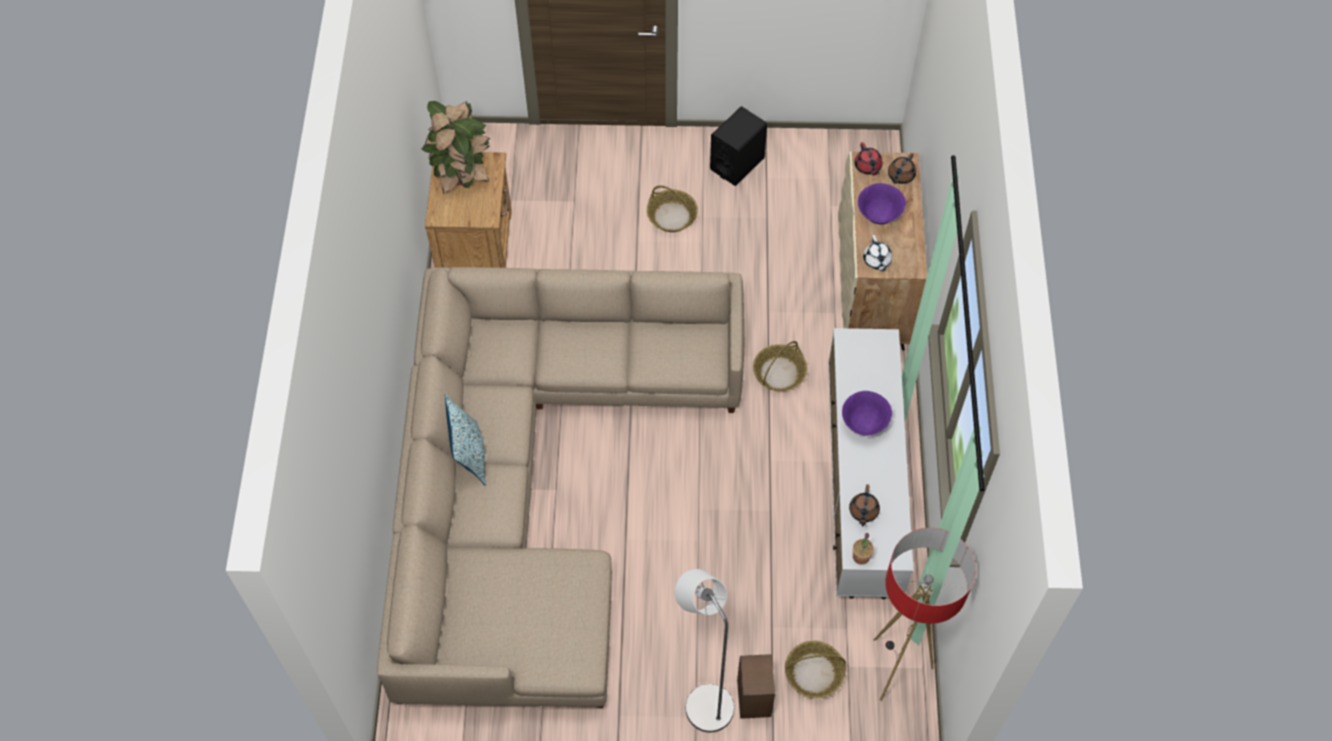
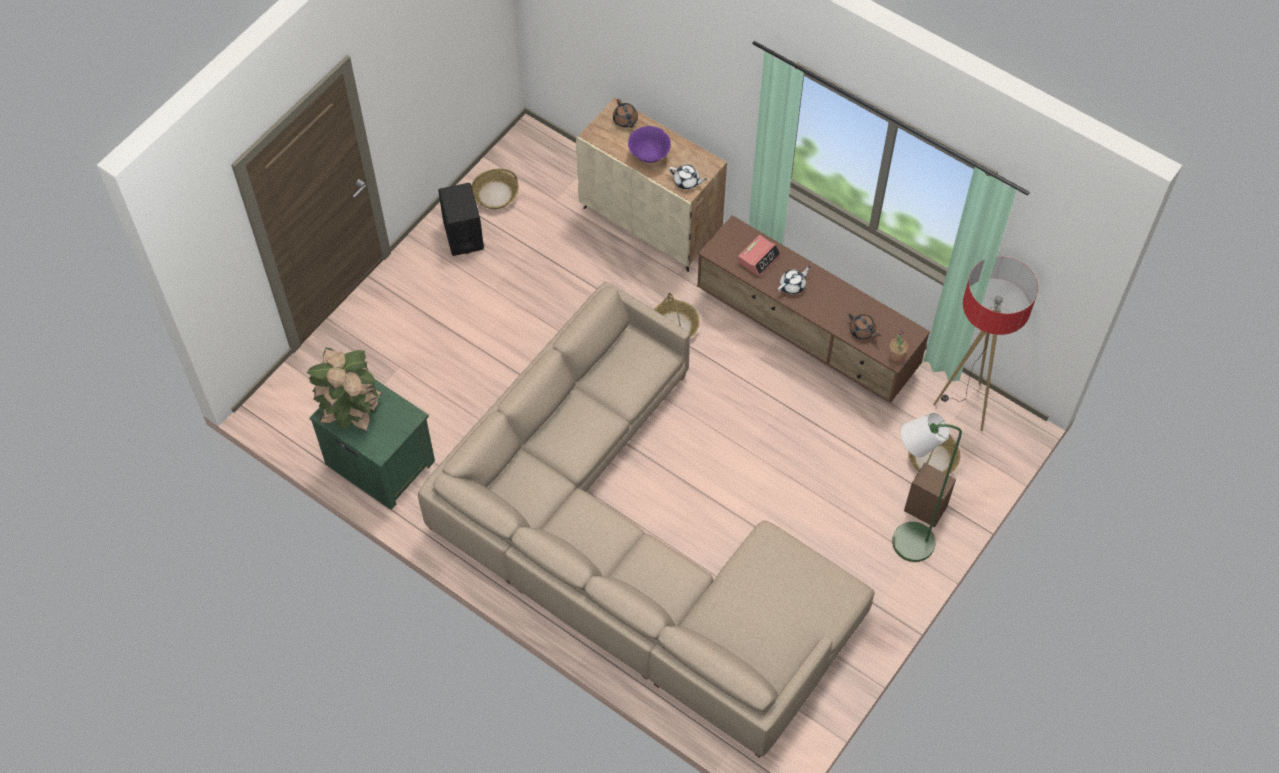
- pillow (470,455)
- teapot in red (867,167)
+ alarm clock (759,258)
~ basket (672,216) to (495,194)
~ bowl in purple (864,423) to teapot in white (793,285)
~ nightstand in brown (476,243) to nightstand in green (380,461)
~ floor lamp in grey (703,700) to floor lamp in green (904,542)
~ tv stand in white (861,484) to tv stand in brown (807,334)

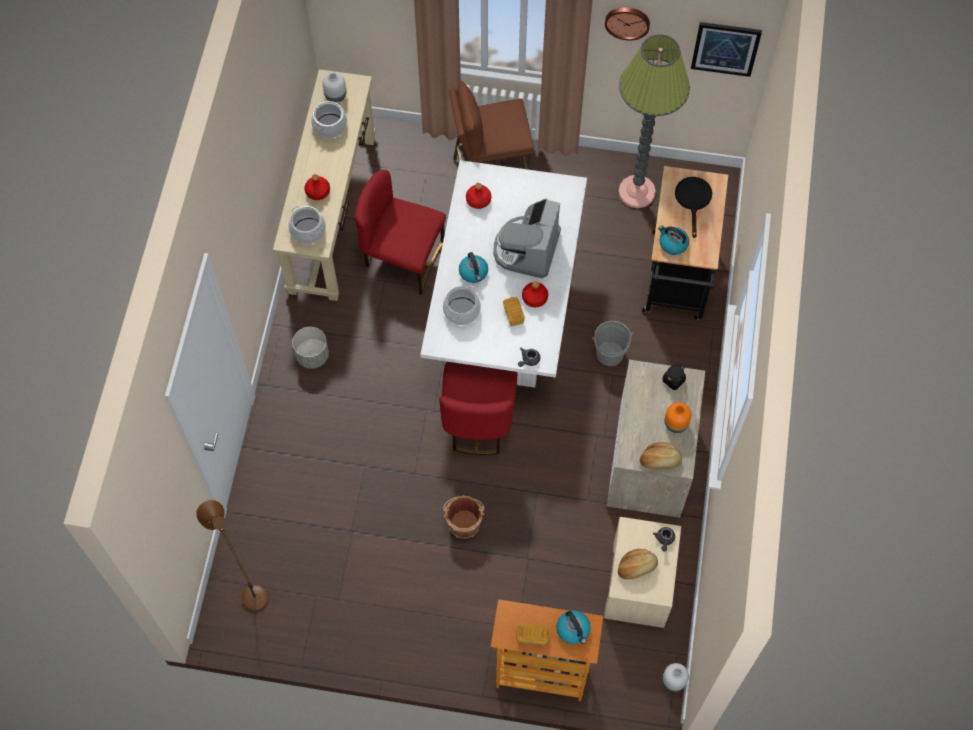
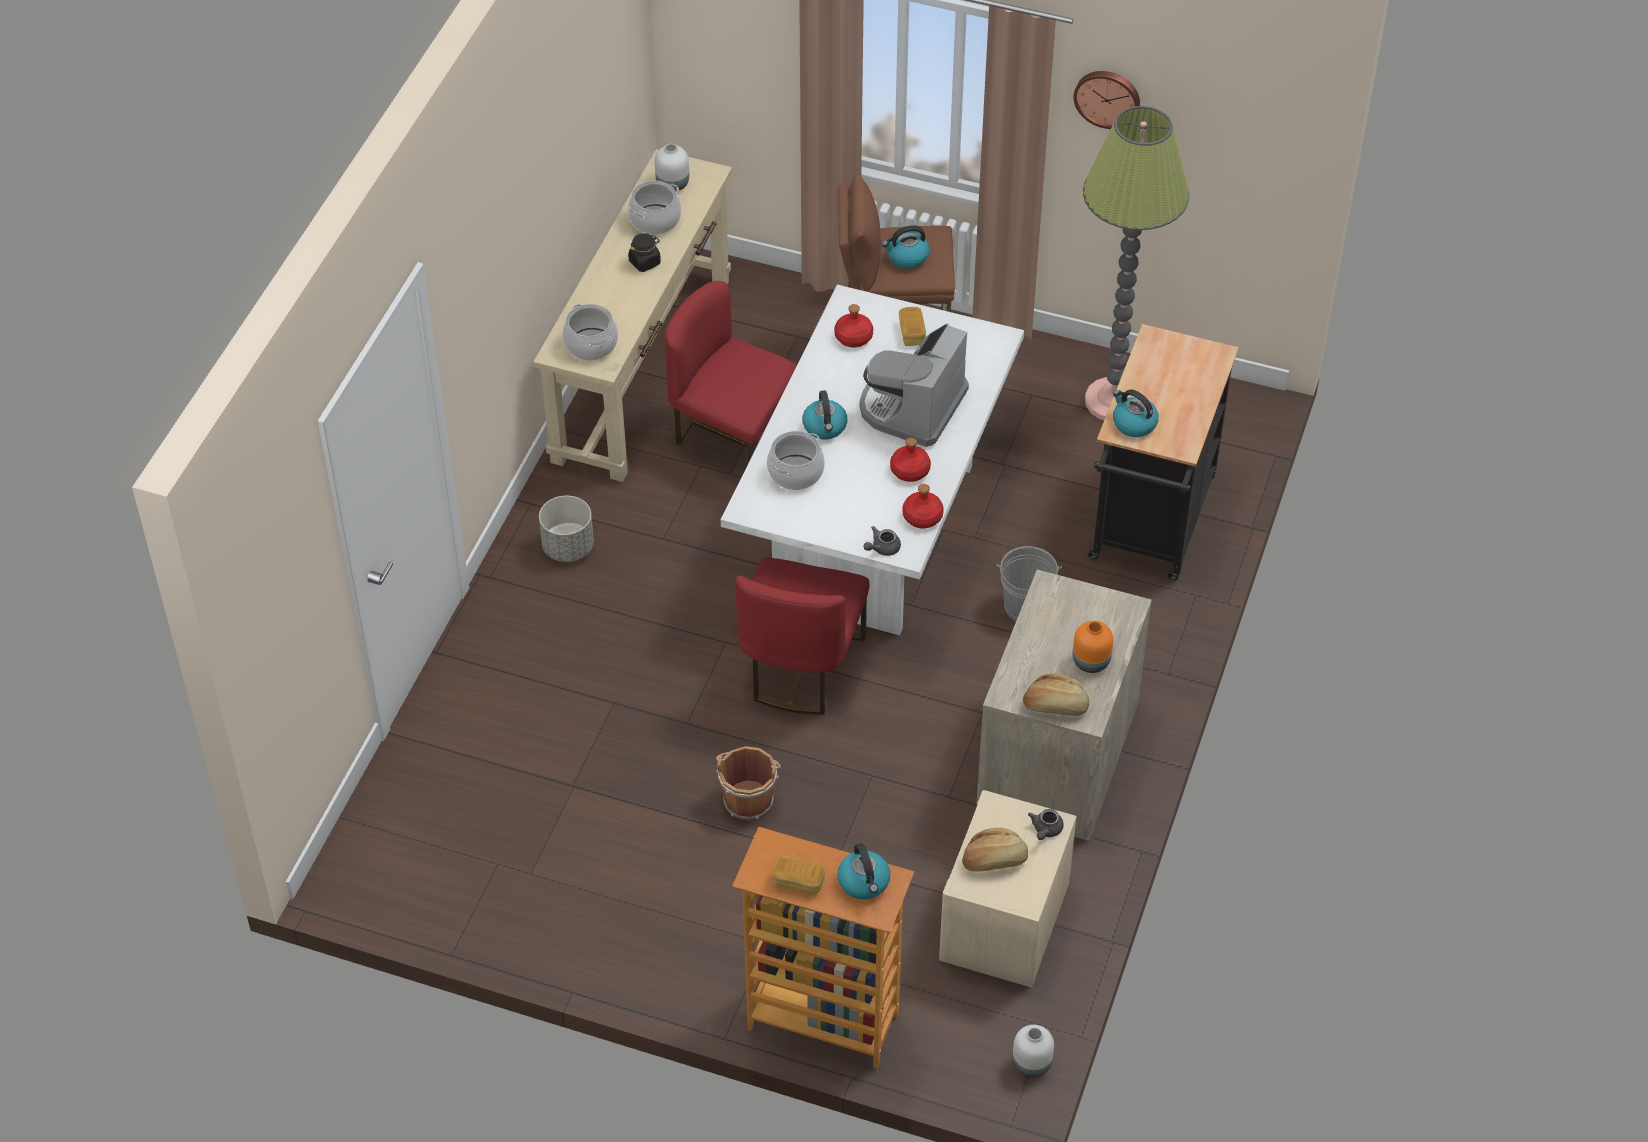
- floor lamp in brown (249,590)
- frying pan in black (693,200)
- picture (725,48)
+ kettle (907,257)
~ bottle in red (318,192) to (923,517)
~ bread (513,315) to (912,333)
~ jar in black (673,380) to (645,262)

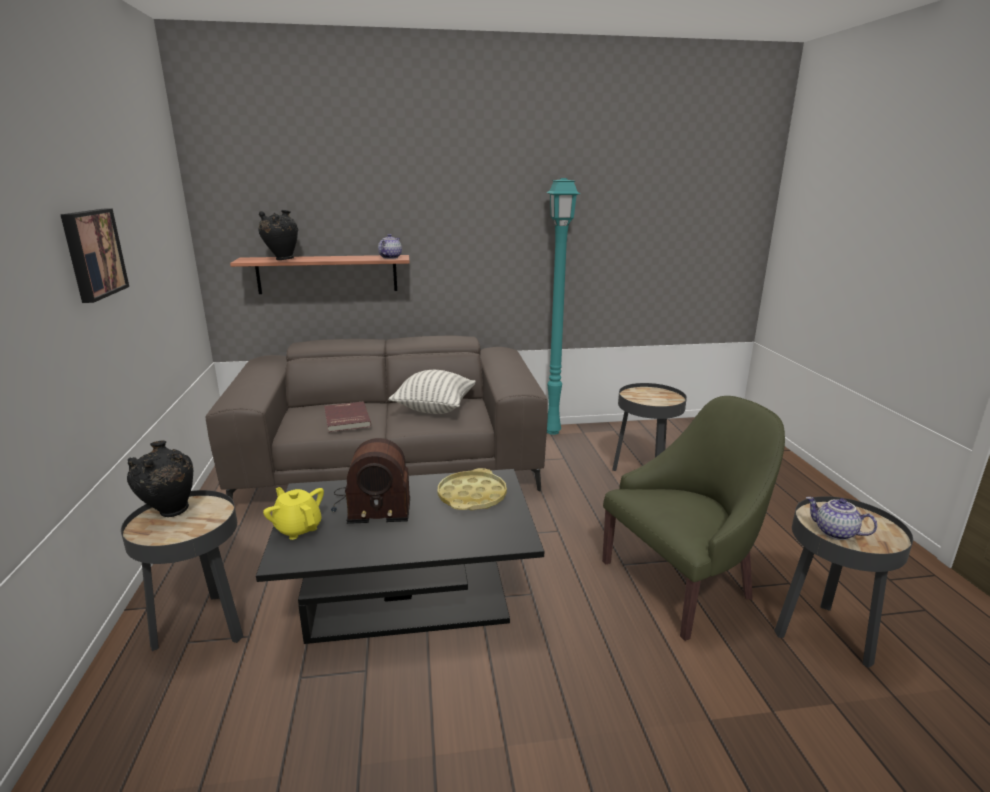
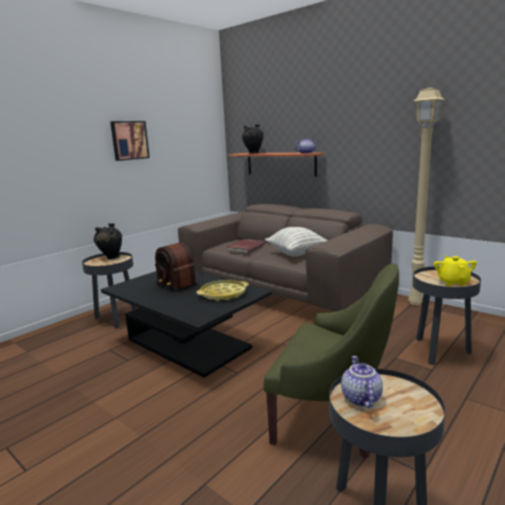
~ teapot in yellow (298,528) to (453,282)
~ floor lamp in turquoise (553,431) to floor lamp in beige (416,303)

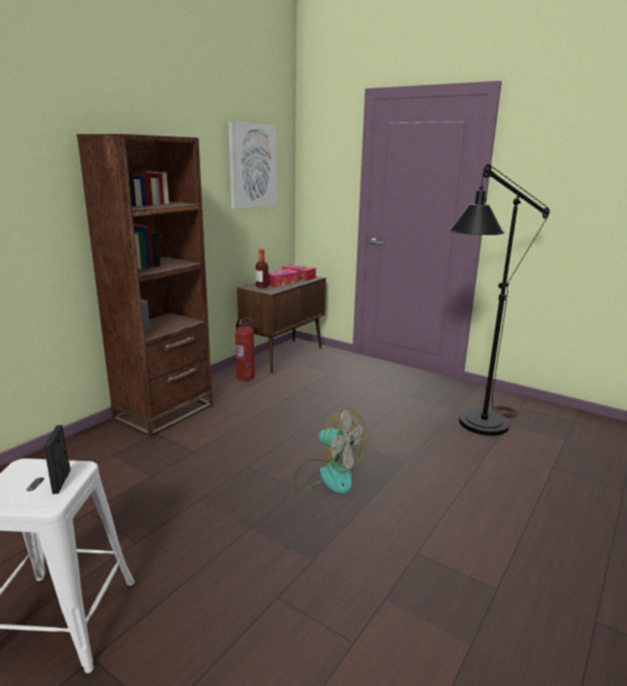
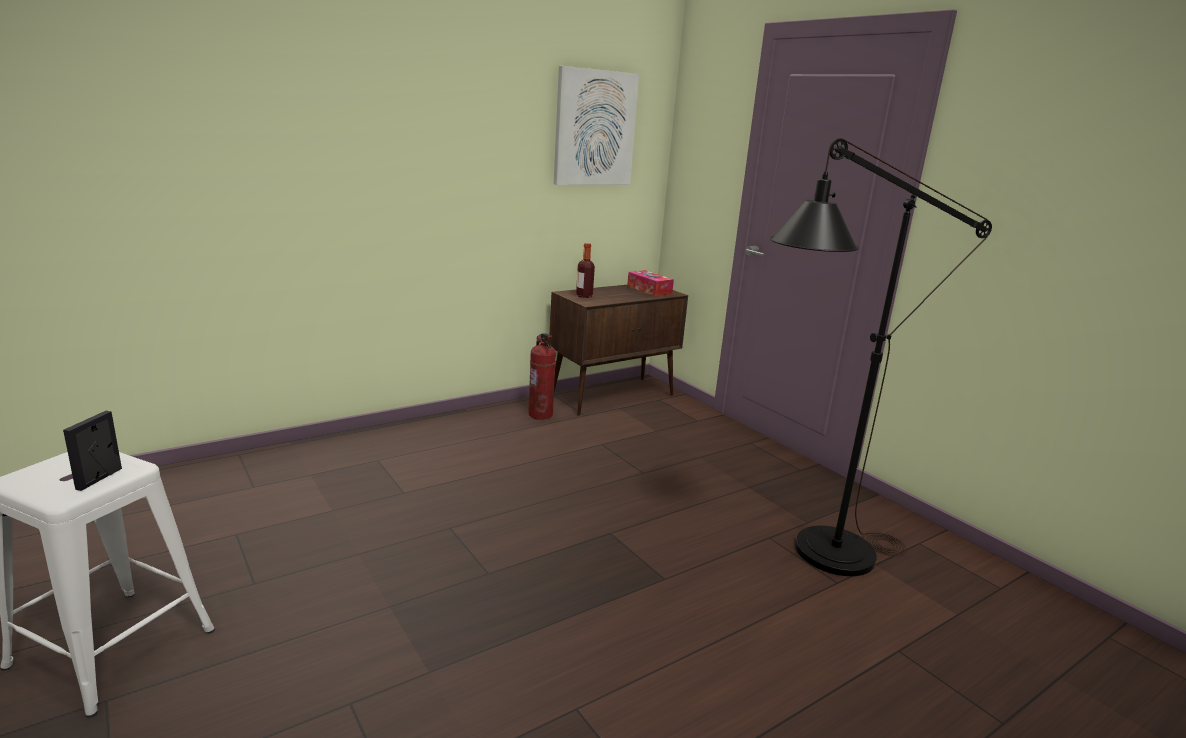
- bookcase in brown (164,412)
- tissue box (281,283)
- fan (327,475)

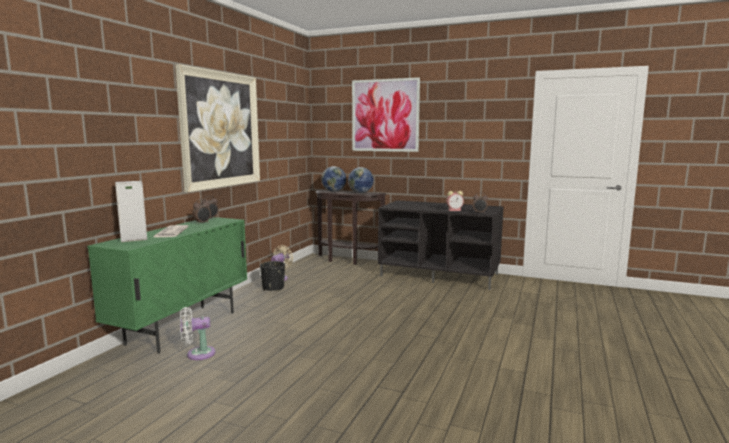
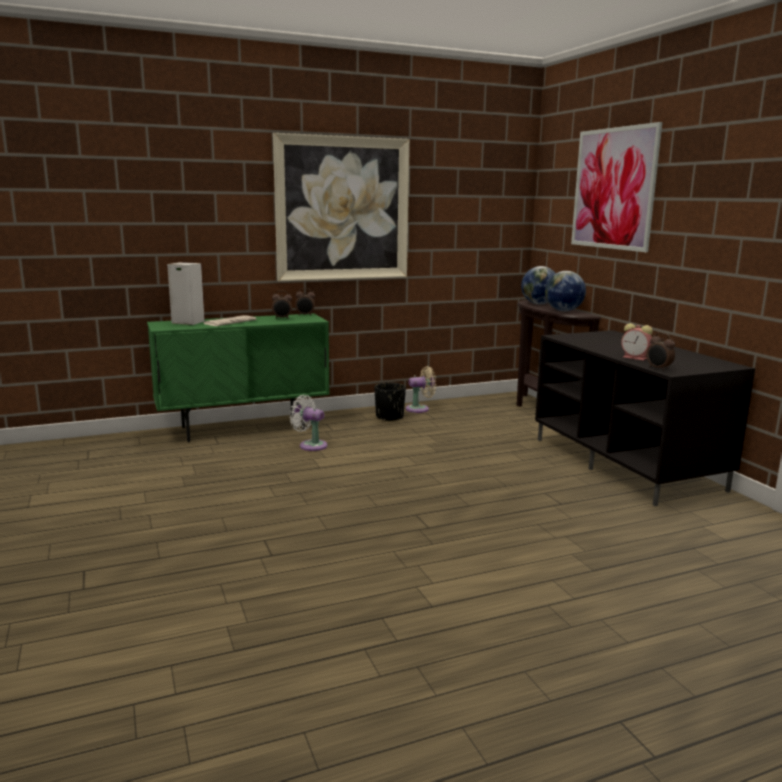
~ fan in white (197,354) to (310,445)

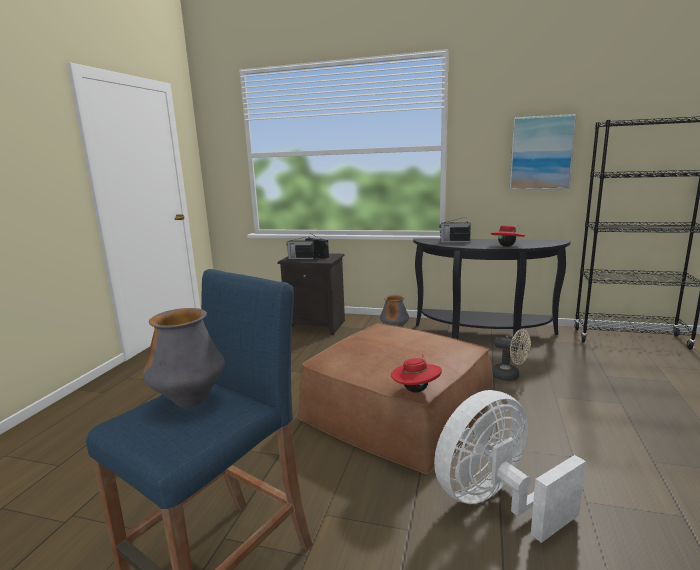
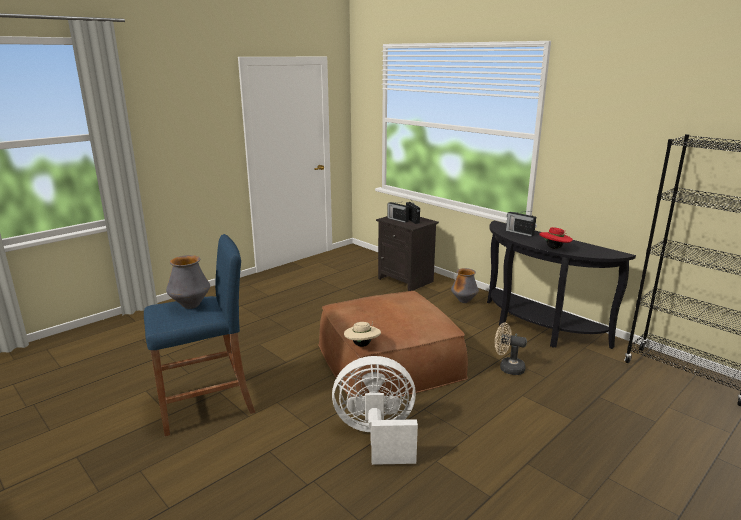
- picture (541,153)
~ hat in red (416,390) to hat in beige (362,345)
~ fan in beige (510,376) = (507,368) 135 degrees clockwise

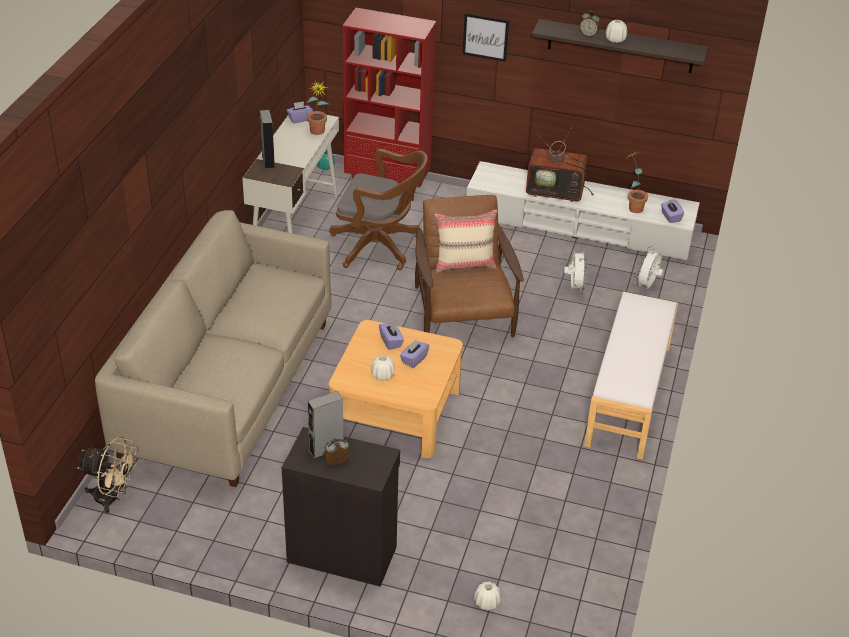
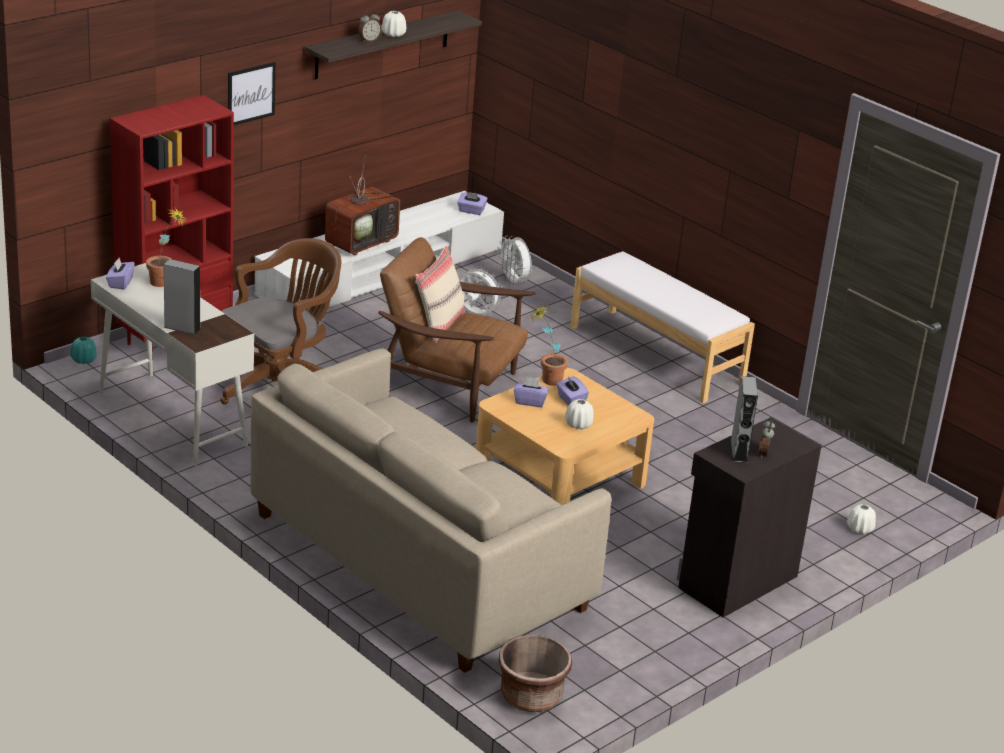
~ potted plant (632,206) to (545,380)
~ fan in beige (112,498) to planter in brown (531,696)

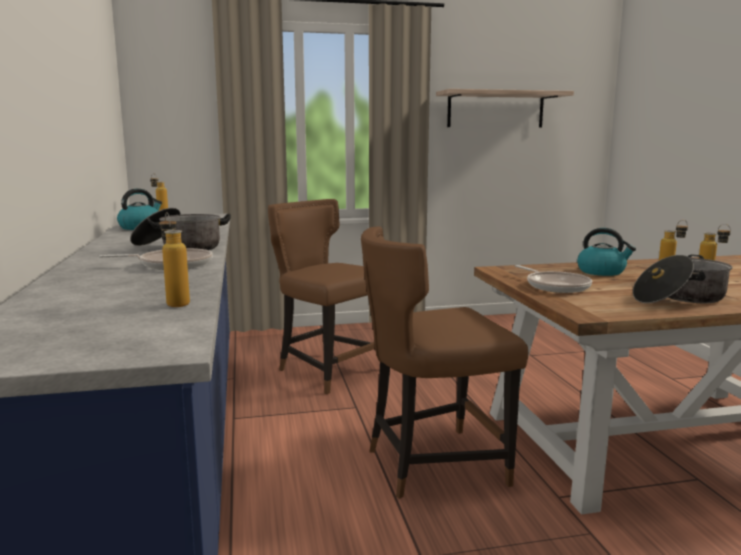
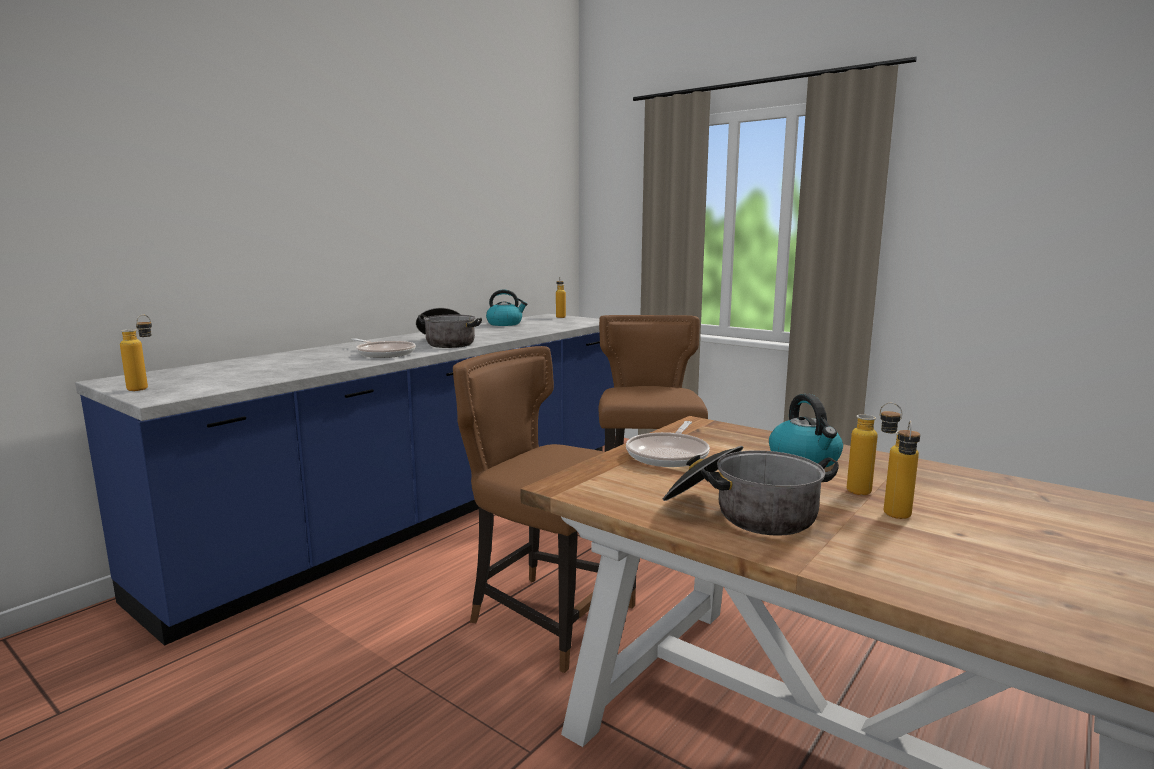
- shelf (495,110)
~ bottle (176,302) to (144,387)

